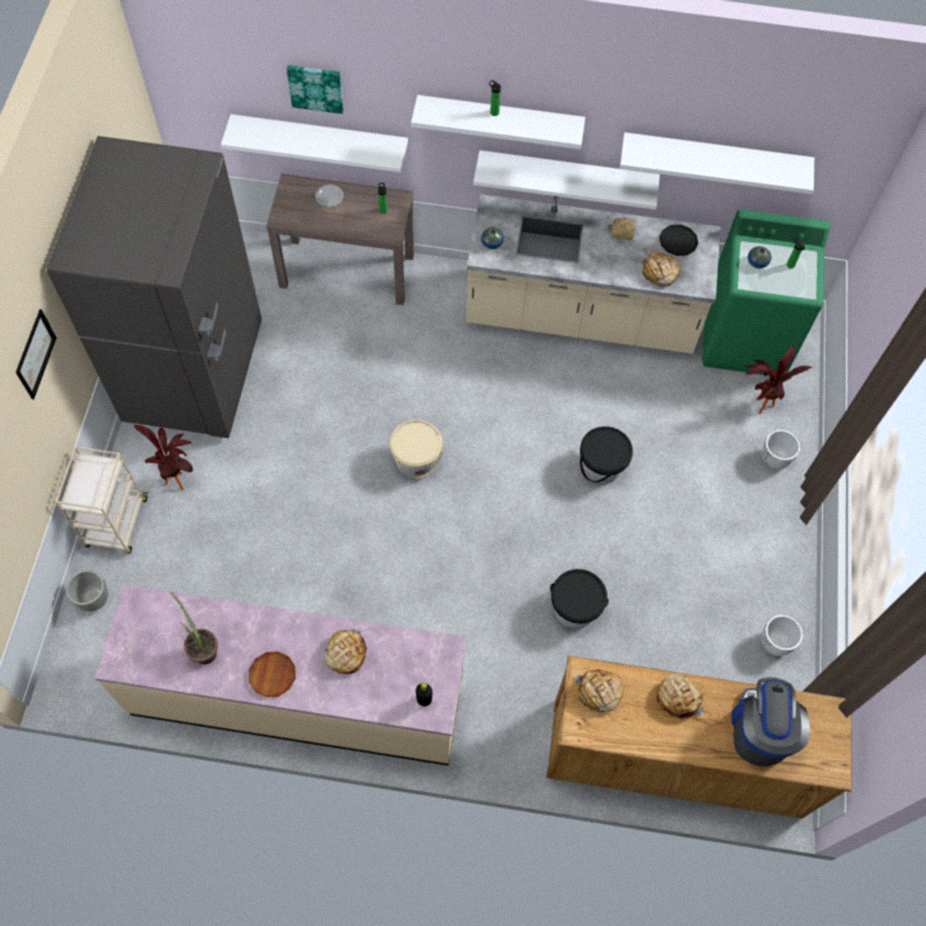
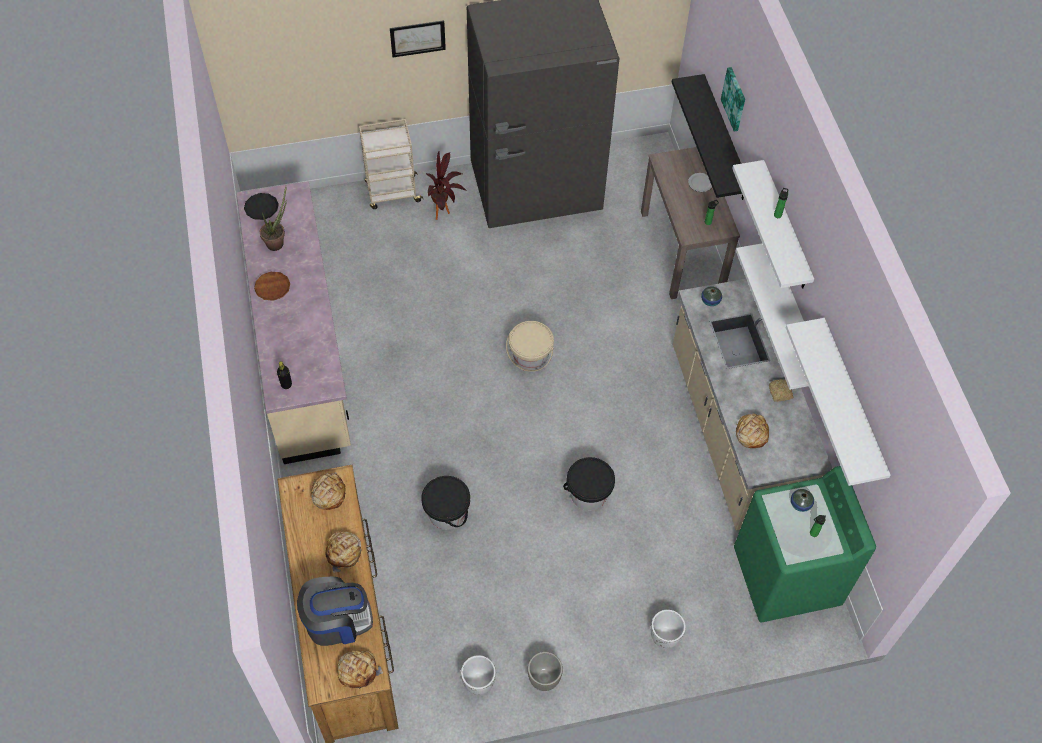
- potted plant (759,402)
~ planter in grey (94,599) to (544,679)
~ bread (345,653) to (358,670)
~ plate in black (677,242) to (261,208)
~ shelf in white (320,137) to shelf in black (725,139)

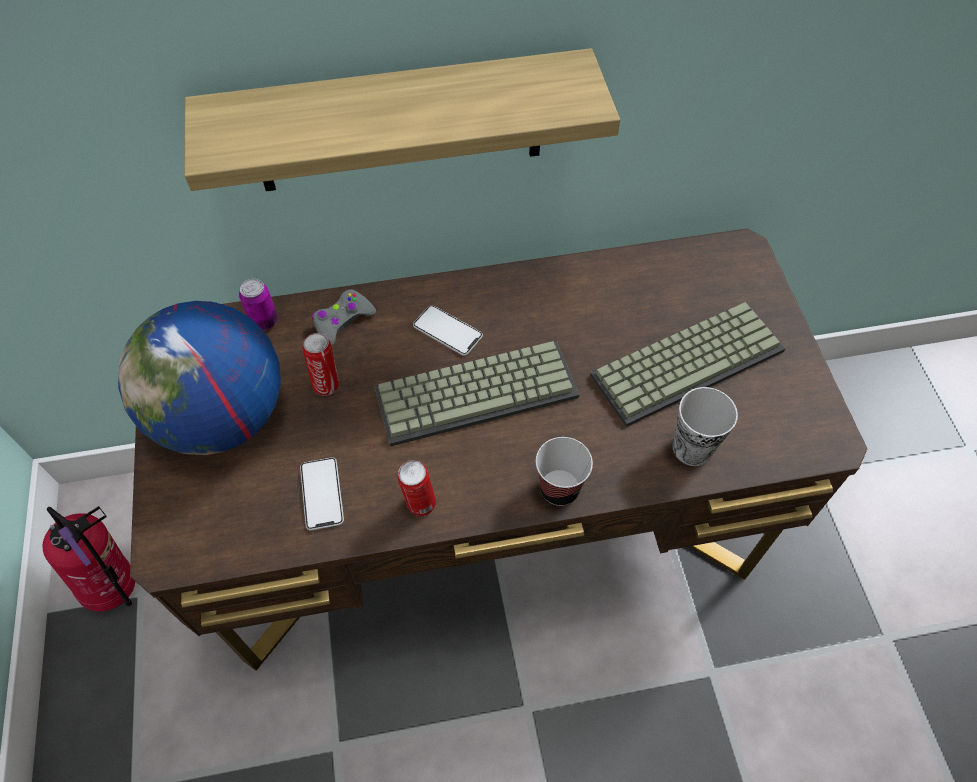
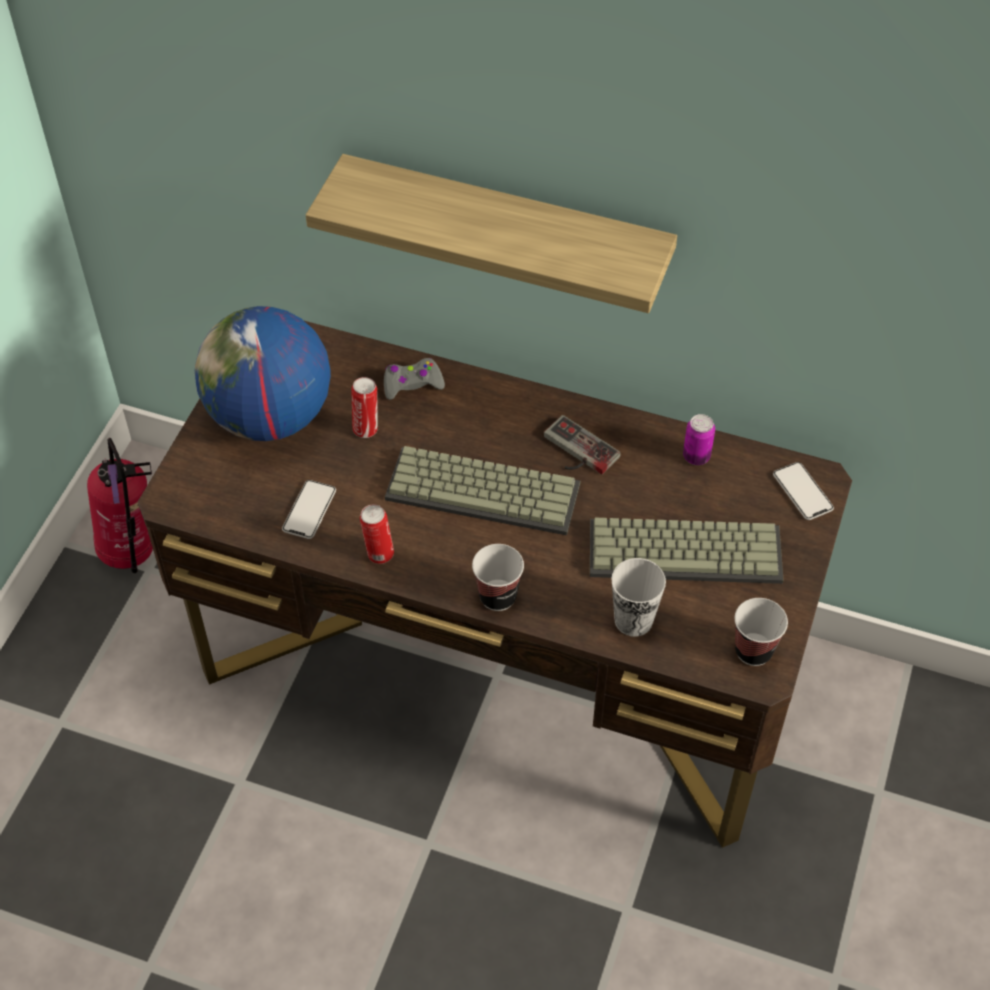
+ game controller (576,452)
+ cup (753,650)
~ can (264,321) to (696,456)
~ phone (447,331) to (802,492)

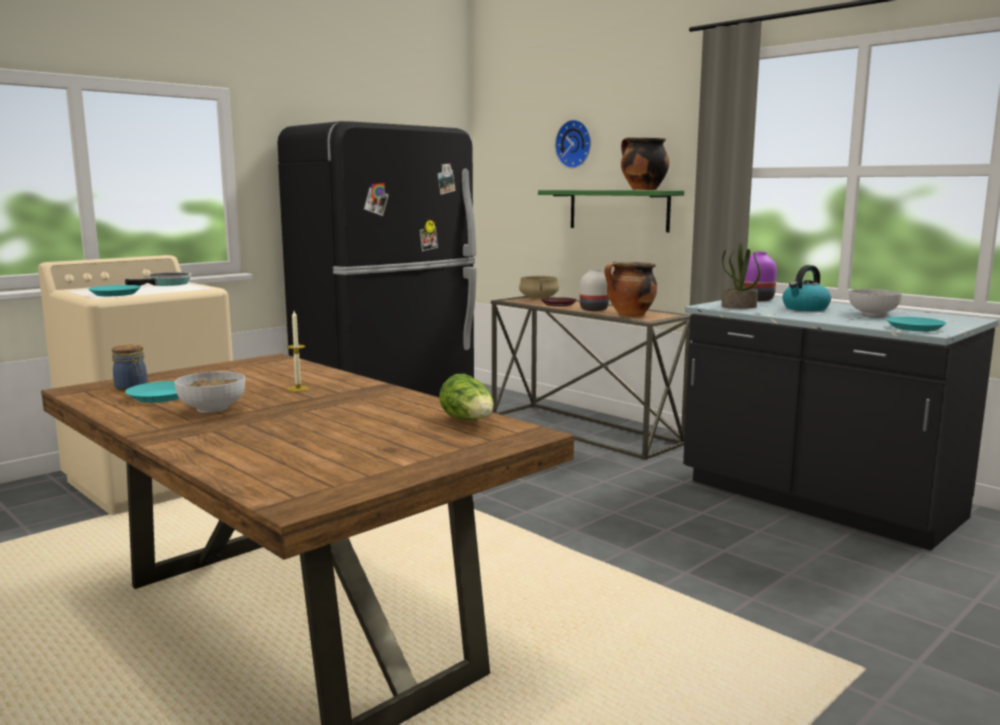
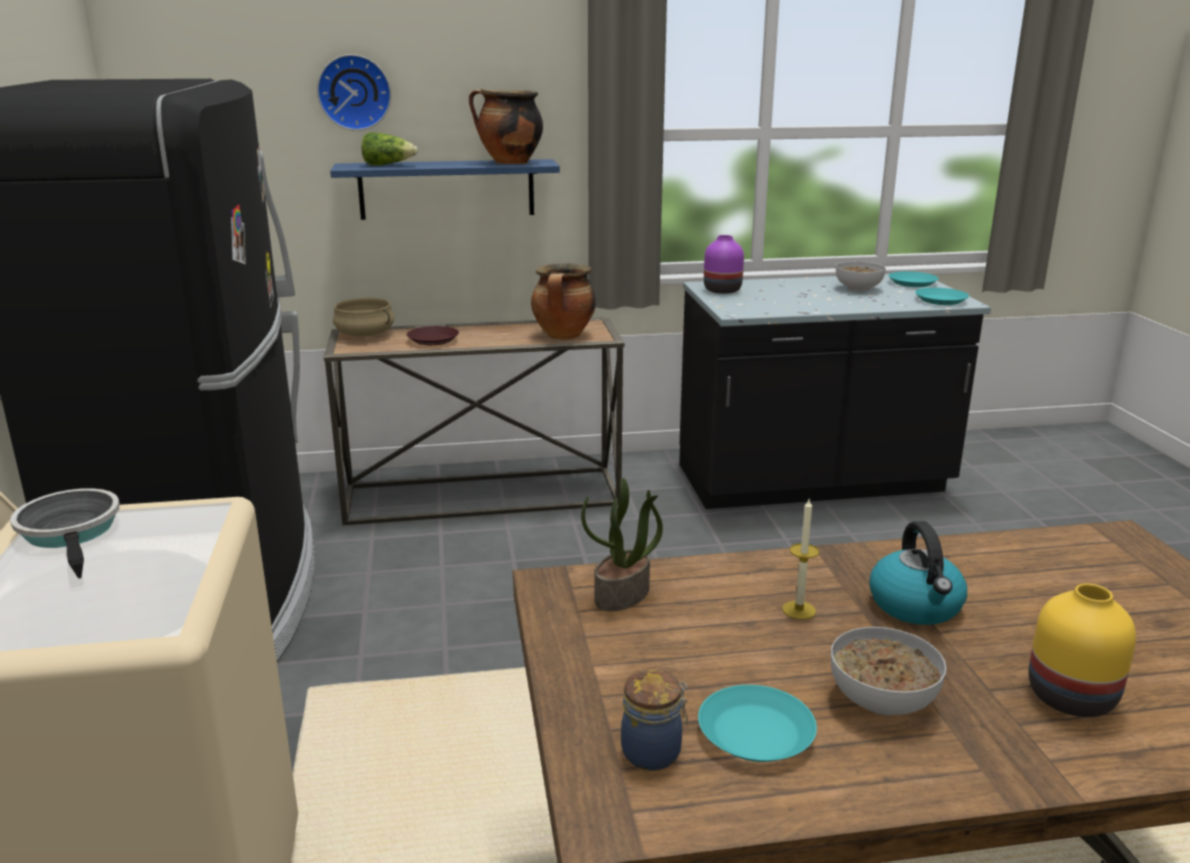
- vase in white (594,309)
+ vase in yellow (1072,696)
~ plate in turquoise (114,294) to (912,283)
~ lettuce (469,421) to (388,165)
~ potted plant (738,307) to (622,595)
~ kettle (805,308) to (916,606)
~ shelf in green (618,210) to shelf in blue (447,189)

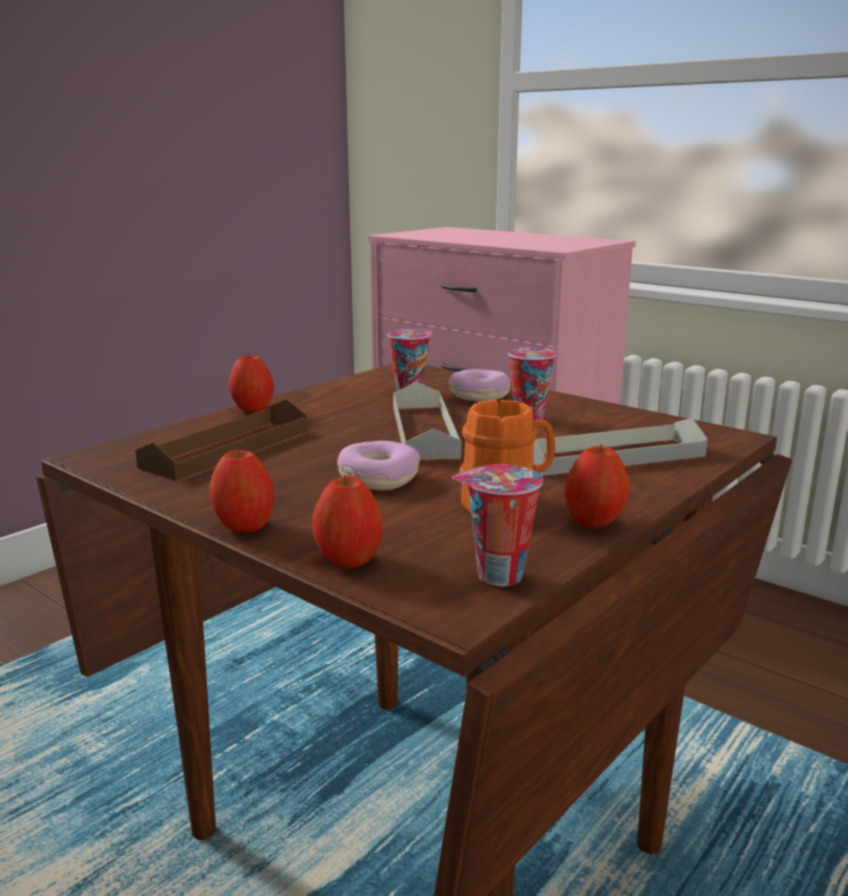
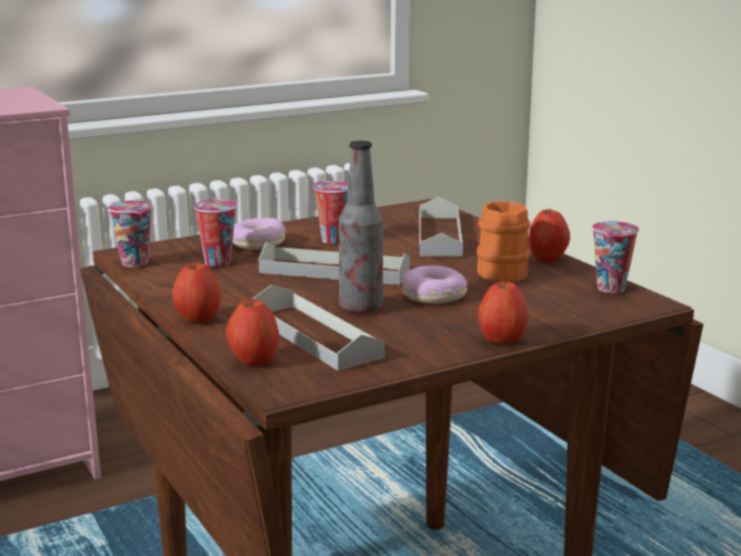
+ cup (136,263)
+ bottle (361,308)
~ apple (349,559) to (254,361)
~ tray in brown (227,448) to tray in grey (314,336)

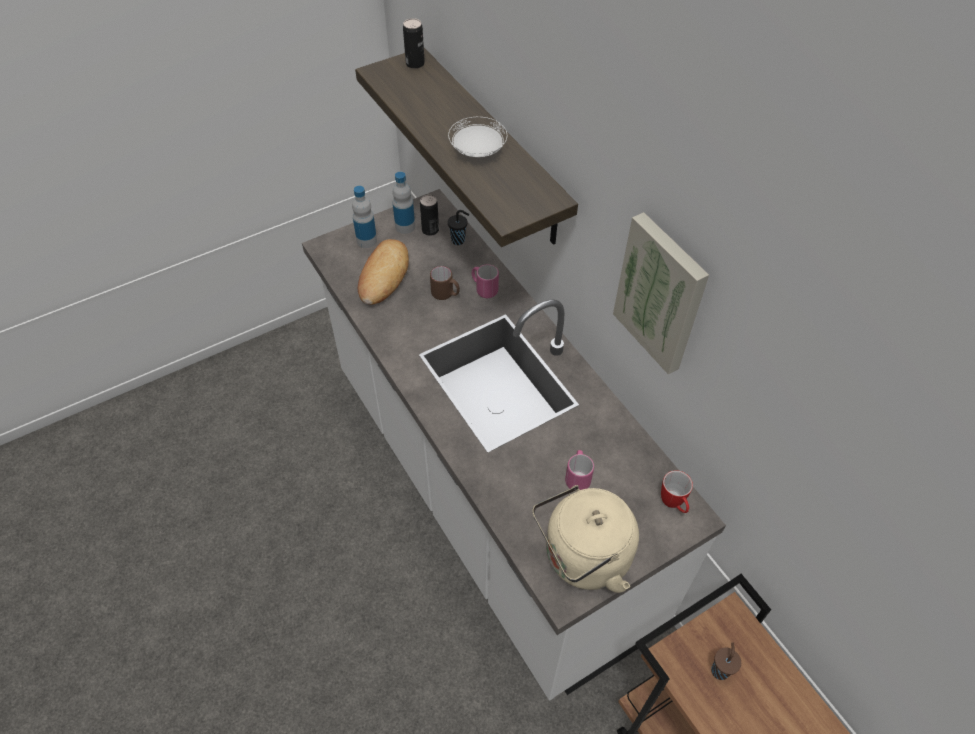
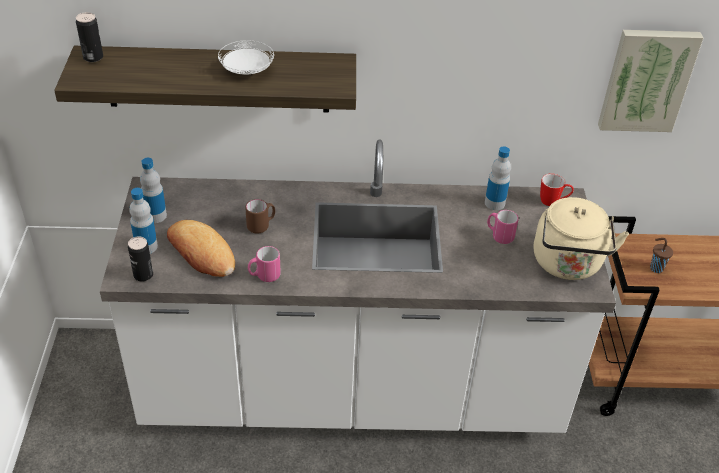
- cup in black (459,240)
+ bottle (494,203)
~ can (430,230) to (143,275)
~ mug in pink (484,289) to (264,276)
~ picture (661,293) to (646,79)

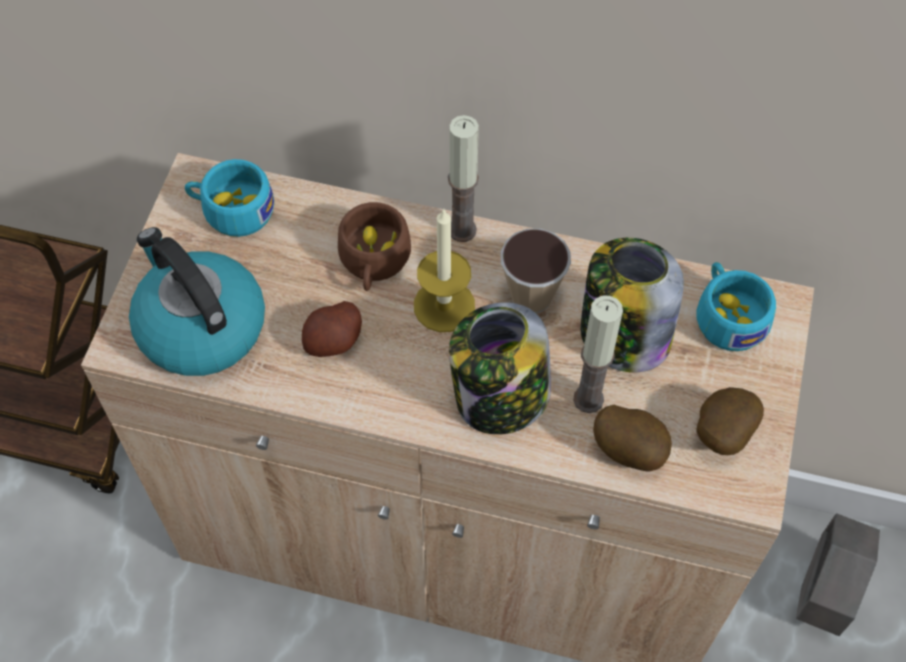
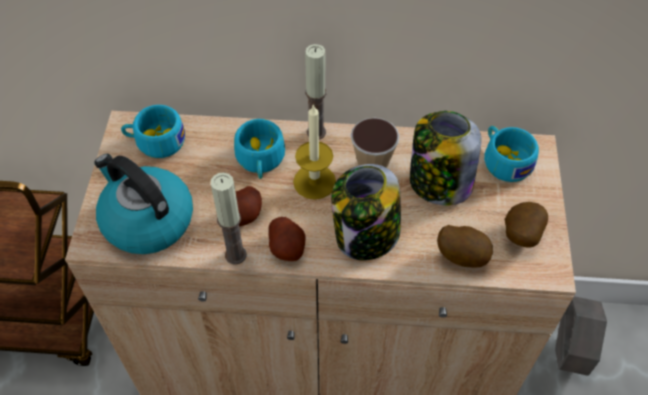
+ potato (287,247)
~ candle (588,399) to (235,255)
~ cup in brown (373,262) to cup in turquoise (260,161)

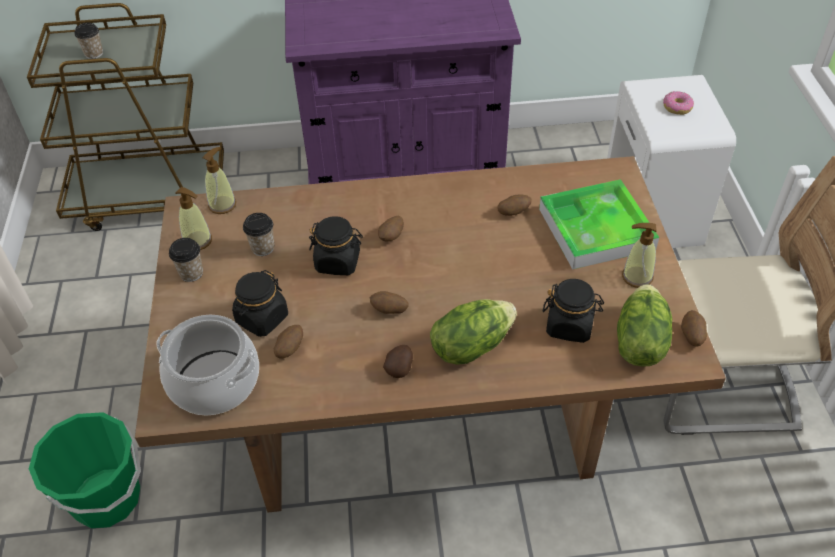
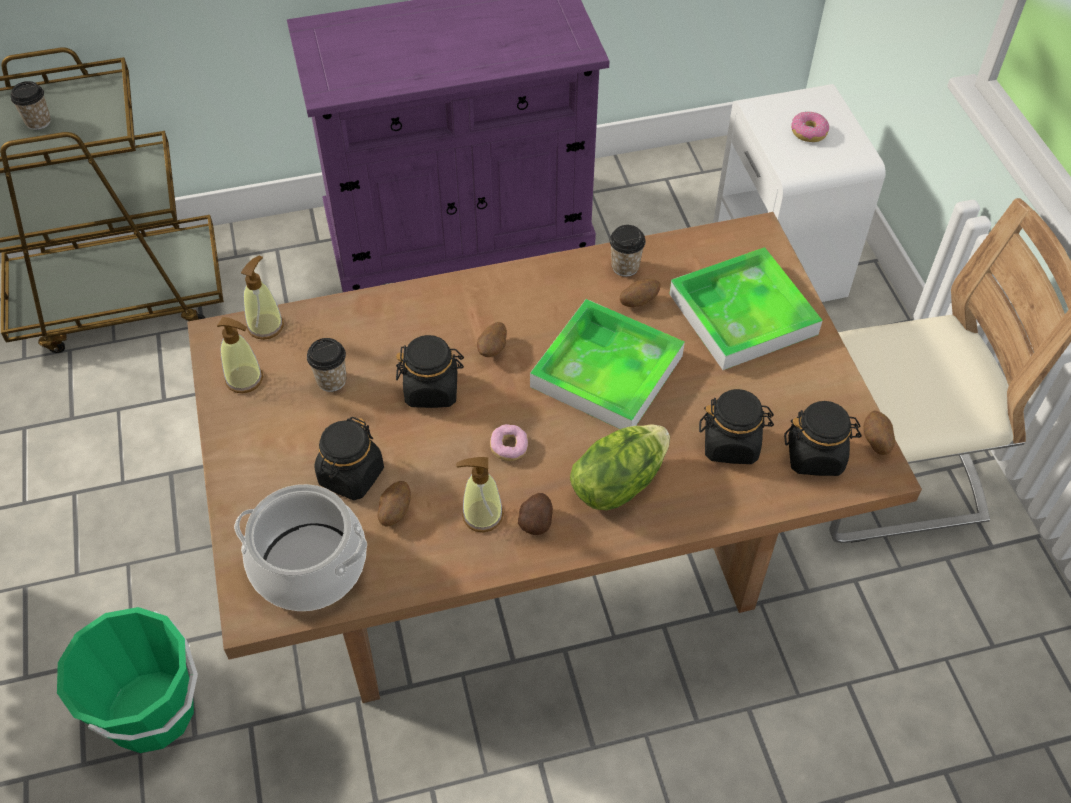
+ tray (607,371)
~ cup (191,273) to (625,267)
~ soap dispenser (637,277) to (482,515)
~ potato (389,310) to donut (509,448)
~ lettuce (638,342) to jar in black (815,455)

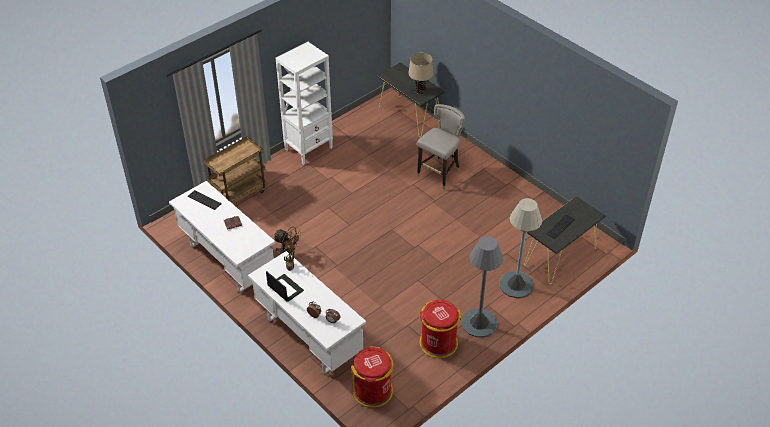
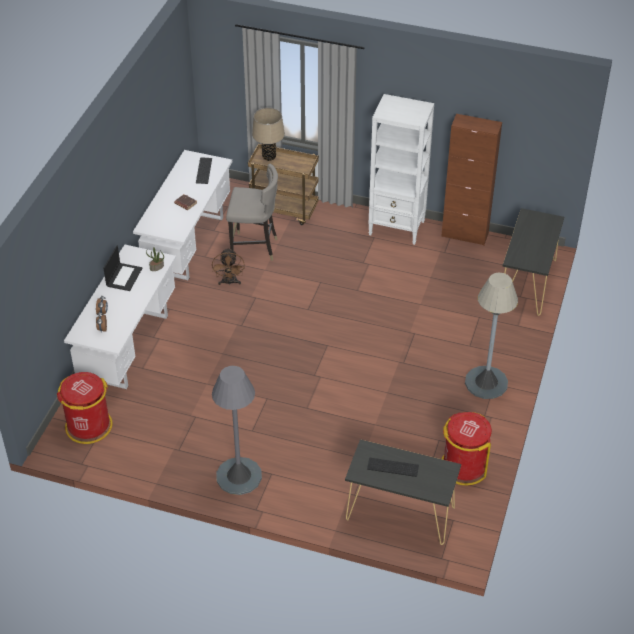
+ cabinet in brown (464,235)
~ table lamp in beige (420,91) to (269,157)
~ stool in grey (440,174) to (254,248)
~ trash can in red (438,343) to (463,466)
~ floor lamp in grey (516,285) to (486,382)

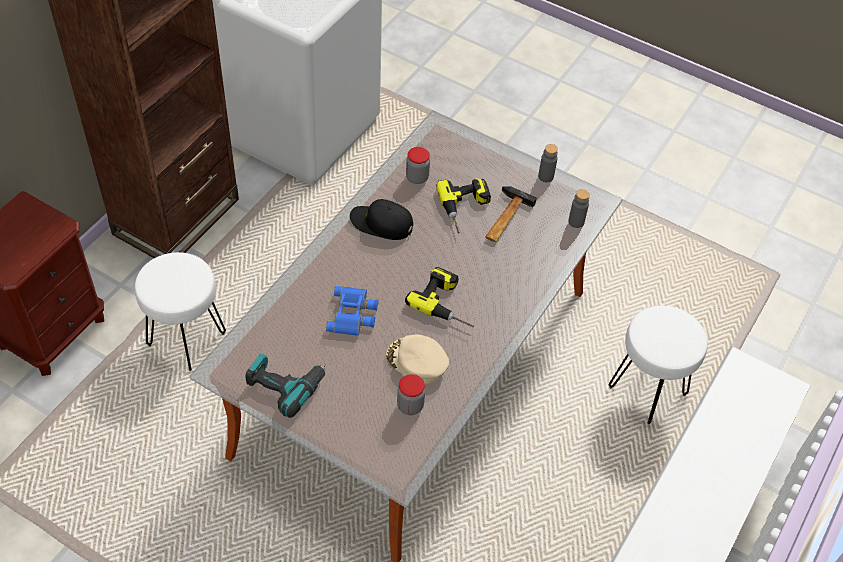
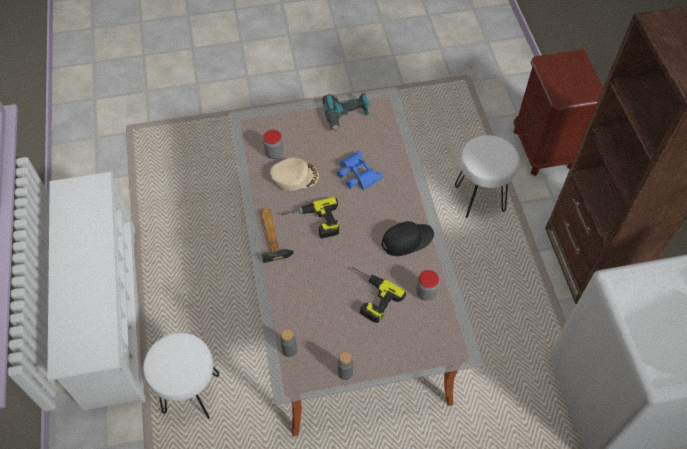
~ hammer (504,218) to (273,235)

